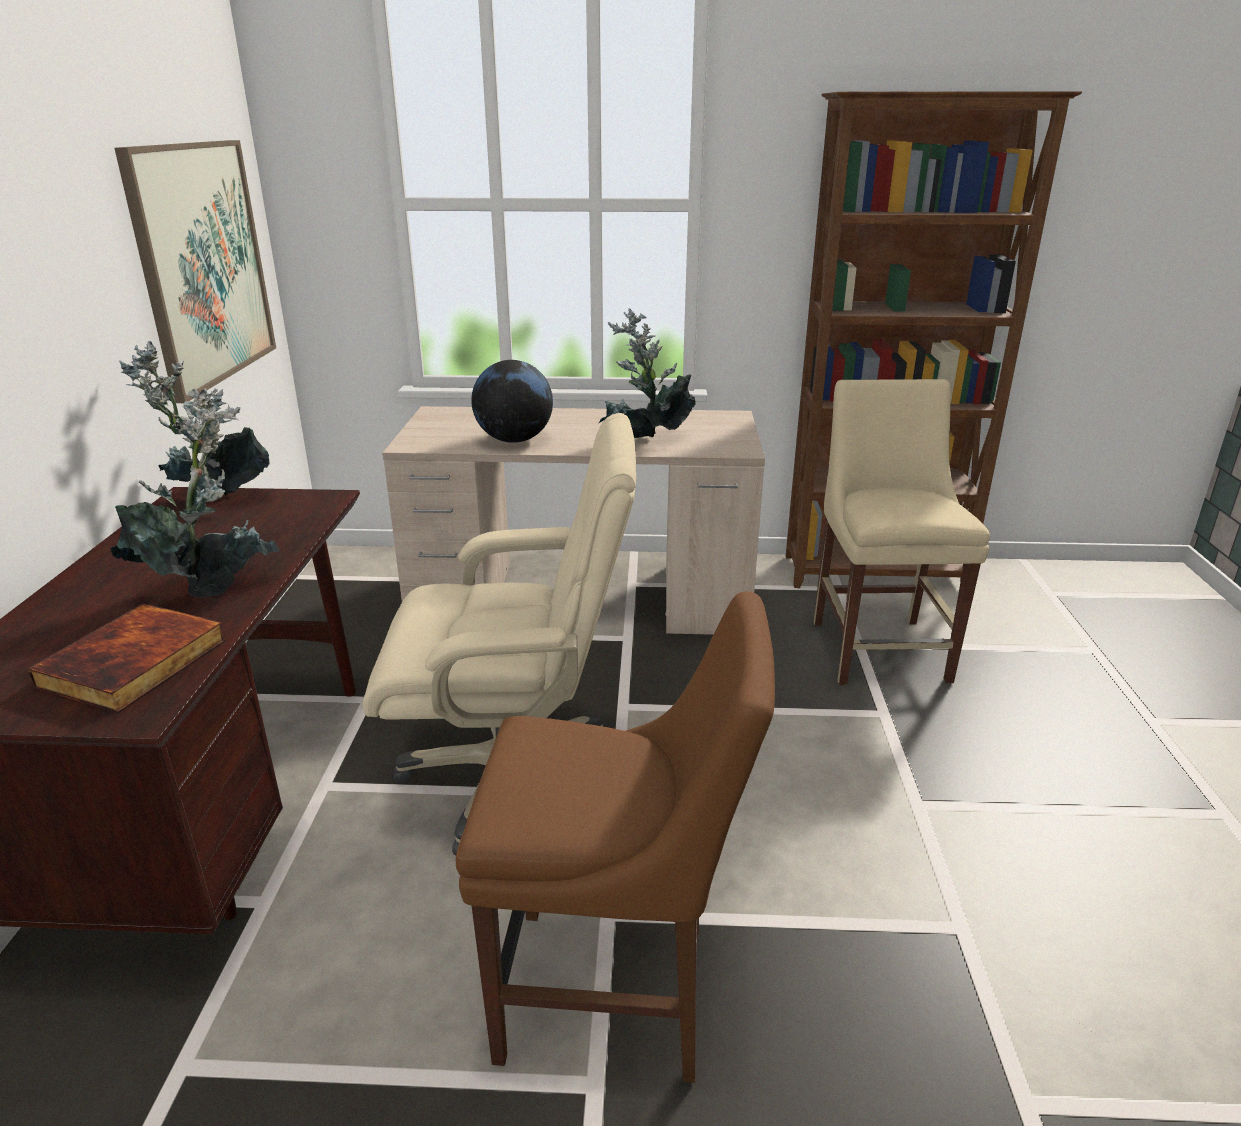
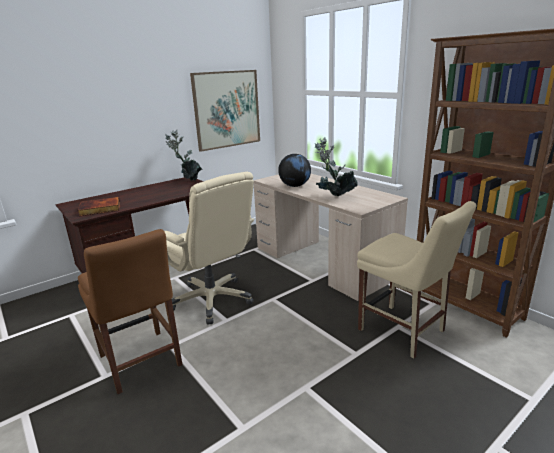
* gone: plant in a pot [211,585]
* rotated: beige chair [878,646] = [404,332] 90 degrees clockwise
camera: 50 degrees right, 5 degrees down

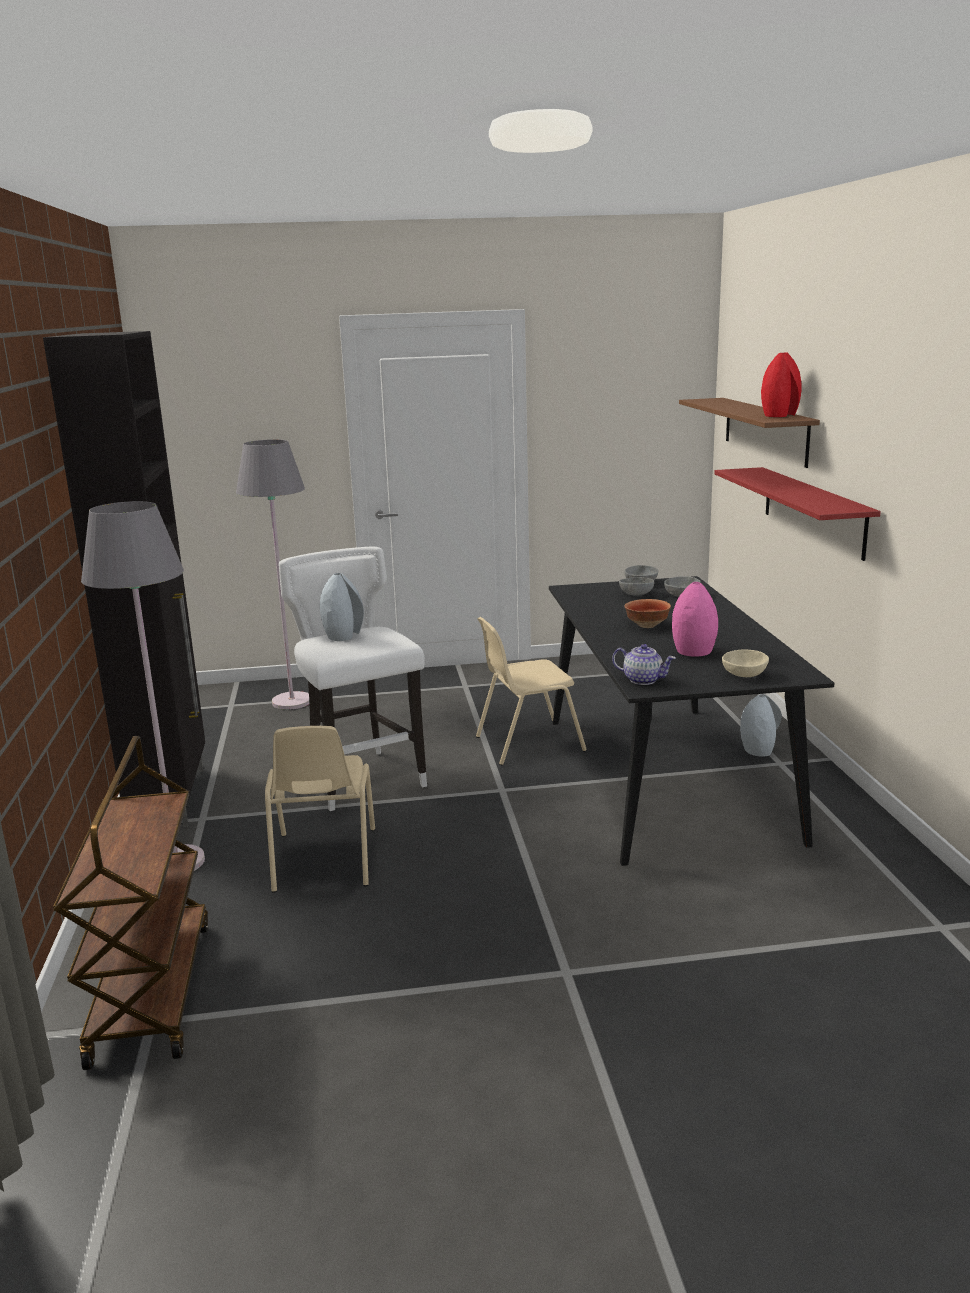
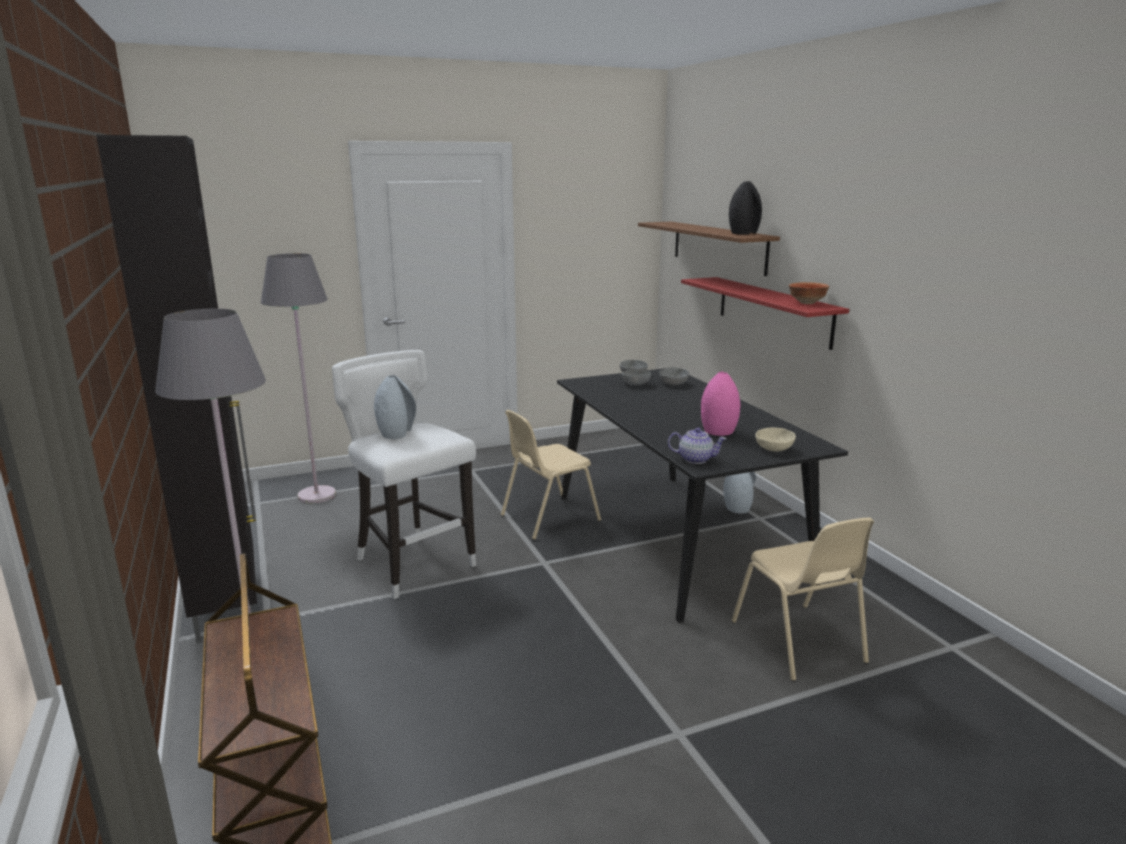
* shifted: beige chair [323,860] to [798,642]
* shifted: serving bowl [646,626] to [806,303]
* repainted: red-coloured vase [780,416] to black vase [744,233]
camera: 15 degrees left, 0 degrees up

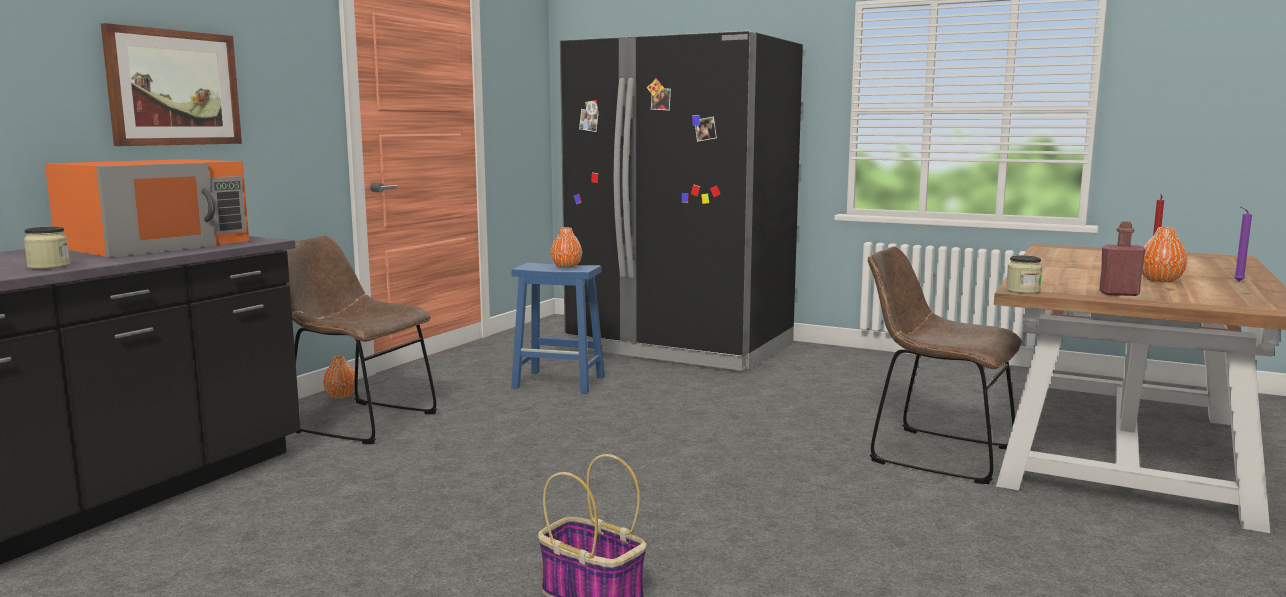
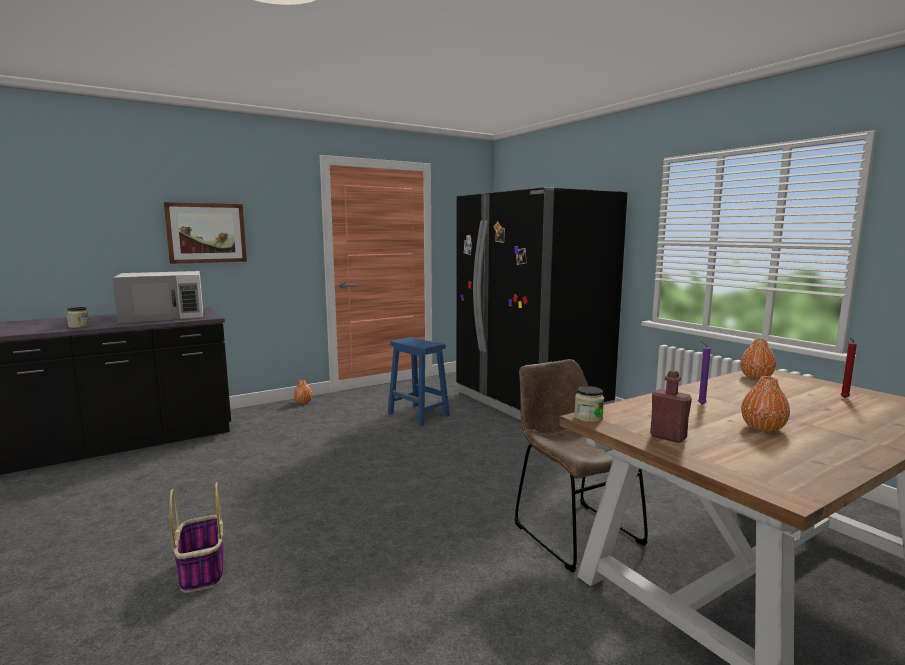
* repainted: orange microwave oven [156,244] to white microwave oven [164,315]
* gone: brown chair [358,422]
* shifted: orange vase [566,266] to [756,377]
* shifted: purple wax candle [1237,281] to [700,404]
camera: 30 degrees right, 0 degrees up

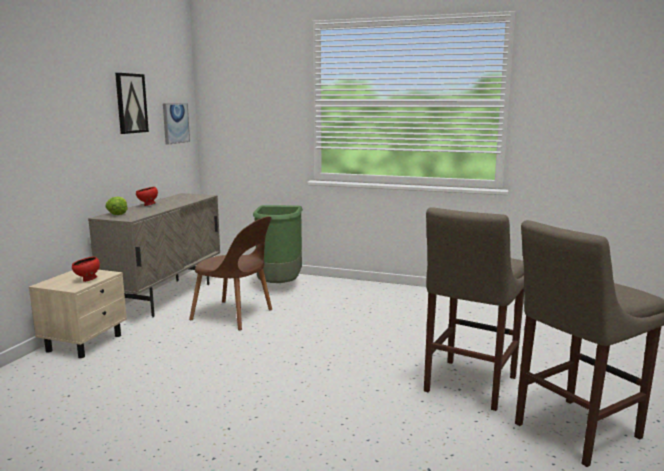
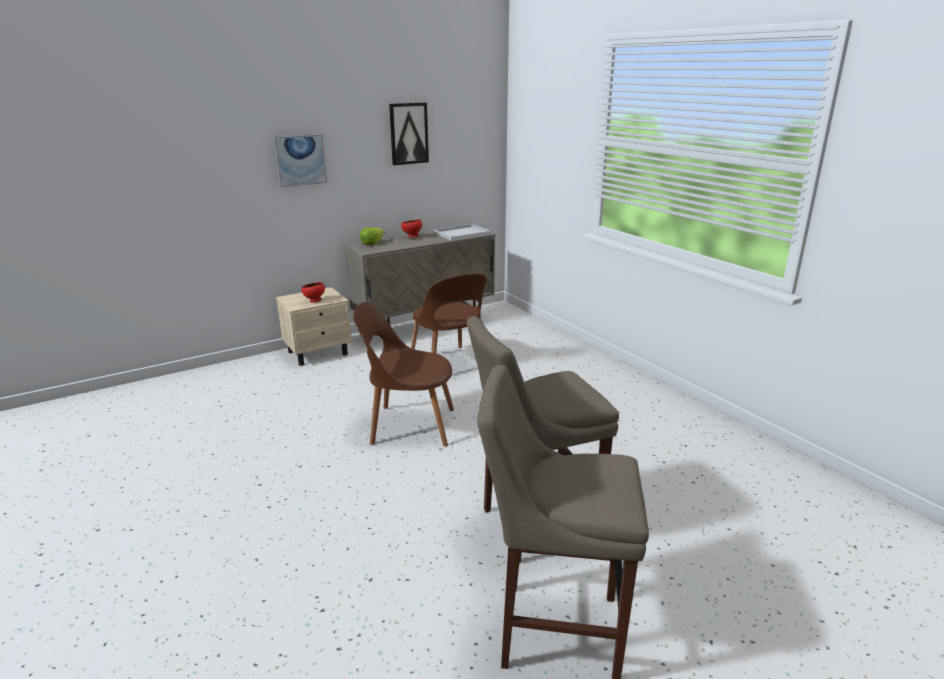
* shifted: wall picture [175,123] to [300,160]
* gone: greenish trash can [279,286]
* new: brown chair [409,425]
* new: white serving tray [461,233]
camera: 40 degrees right, 10 degrees up

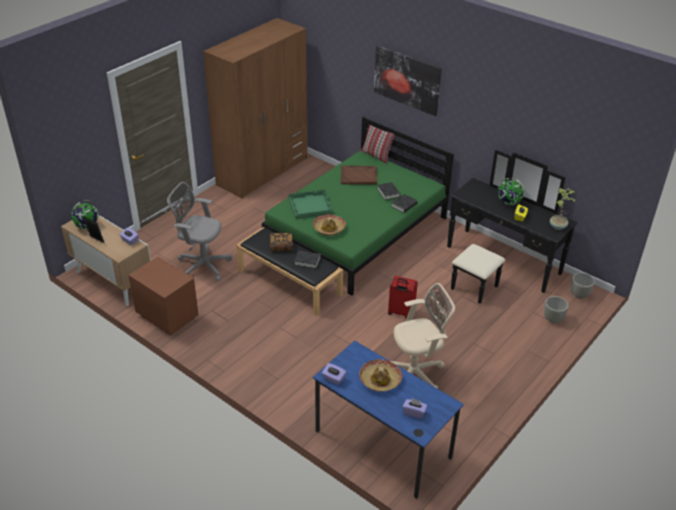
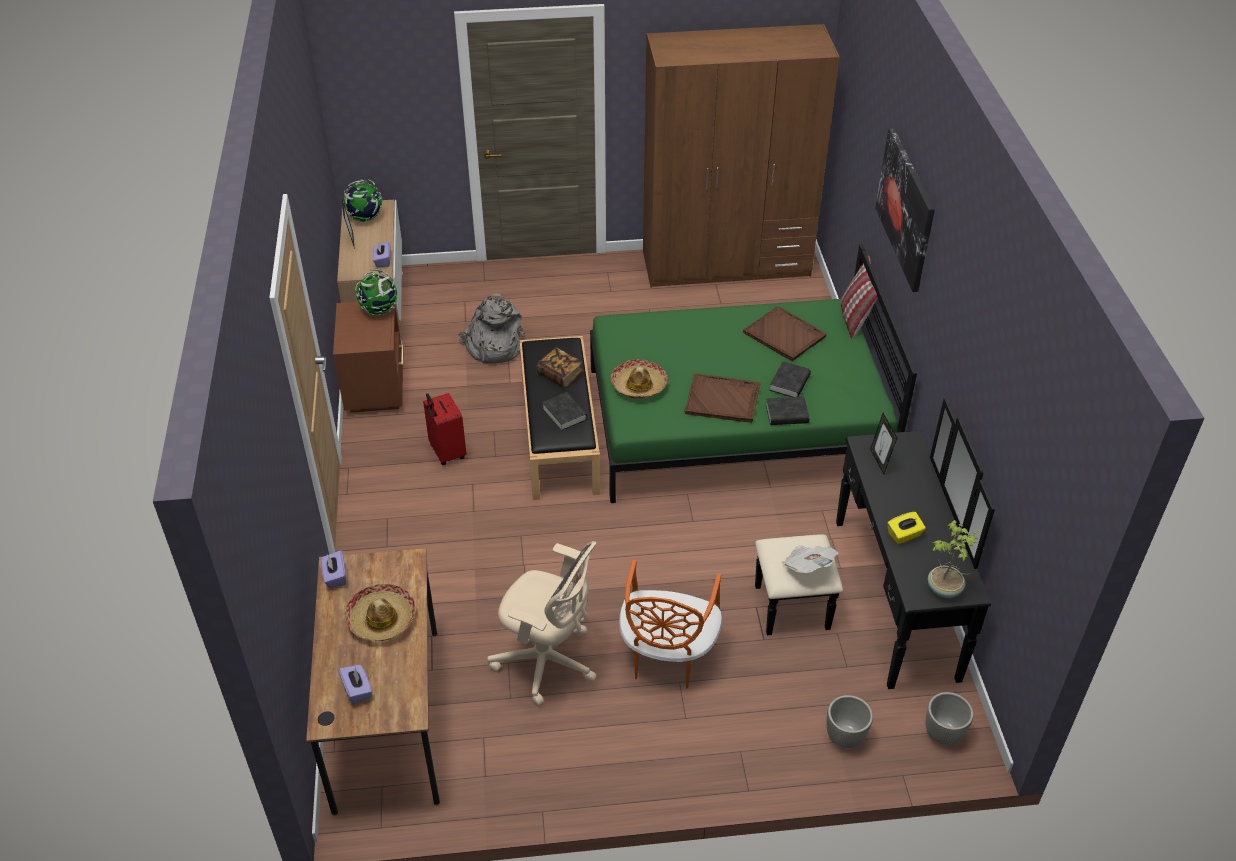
* swapped: gray computer chair [202,264] to gray backpack [492,347]
* gone: greenish serving tray [310,205]
* repainted: bluish desk table [382,444] to brown desk table [387,717]
* shifted: red-coloured suitcase [400,313] to [446,453]
* shifted: desk globe [509,202] to [379,310]
* new: orange chair [667,656]
* new: brown serving tray [723,400]
* new: printed paper [808,567]
* new: photo frame [879,461]
camera: 45 degrees right, 5 degrees up

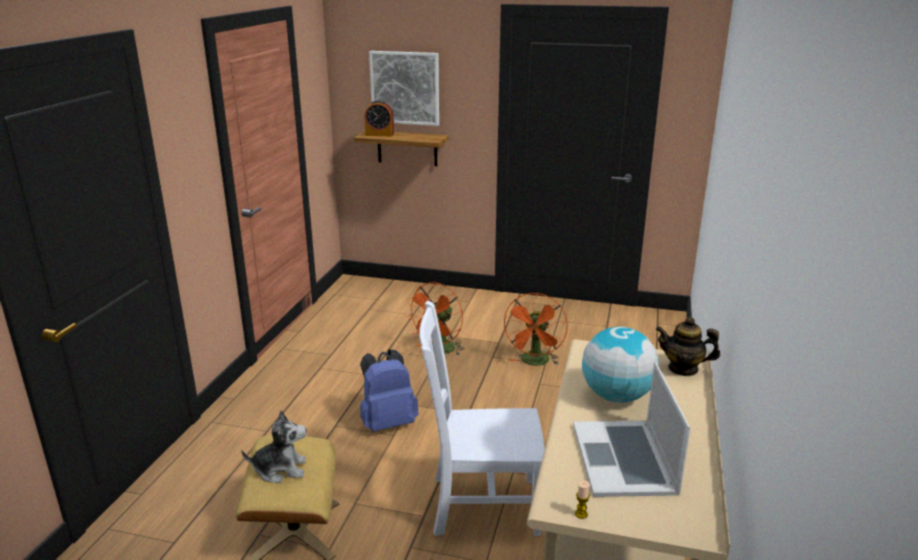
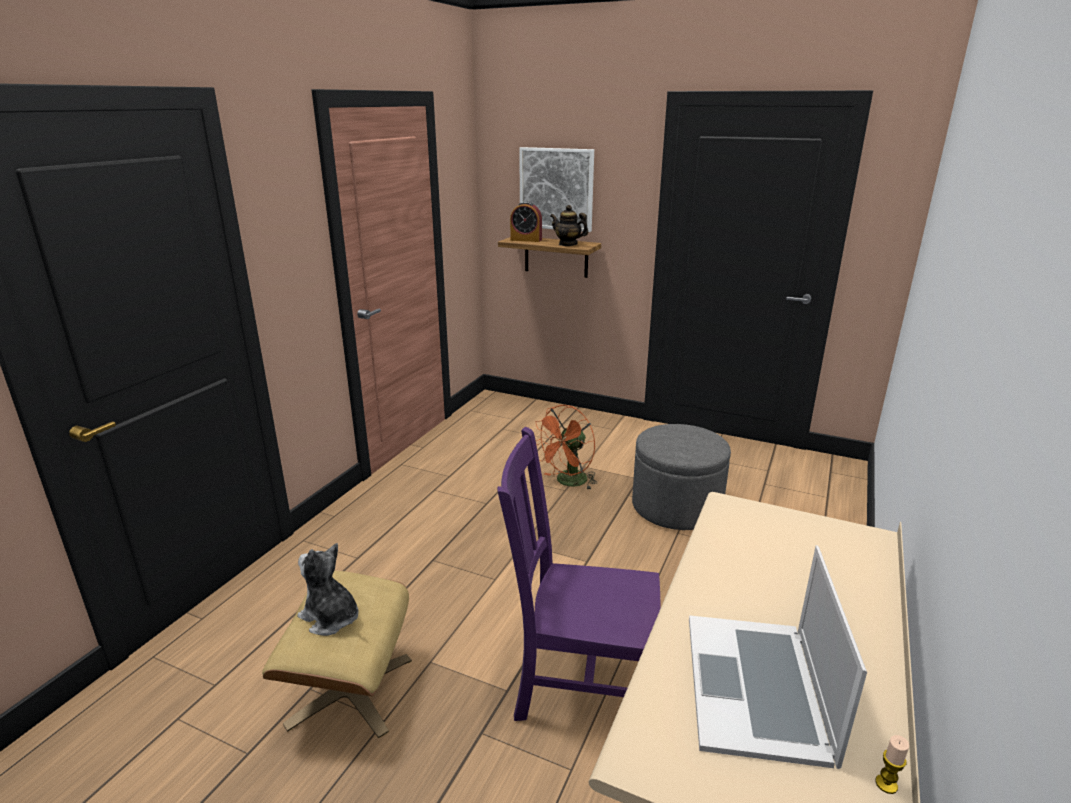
* rotated: plush toy [280,469] = [330,618] 150 degrees counterclockwise
* gone: bluish backpack [387,422]
* repainted: white chair [481,505] to purple chair [579,685]
* swapped: orange electric fan [535,362] to gray footrest [676,507]
* shifted: wax candle [581,514] to [886,784]
* gone: desk globe [616,396]
* shifted: teapot [683,368] to [568,244]
camera: 10 degrees right, 0 degrees up

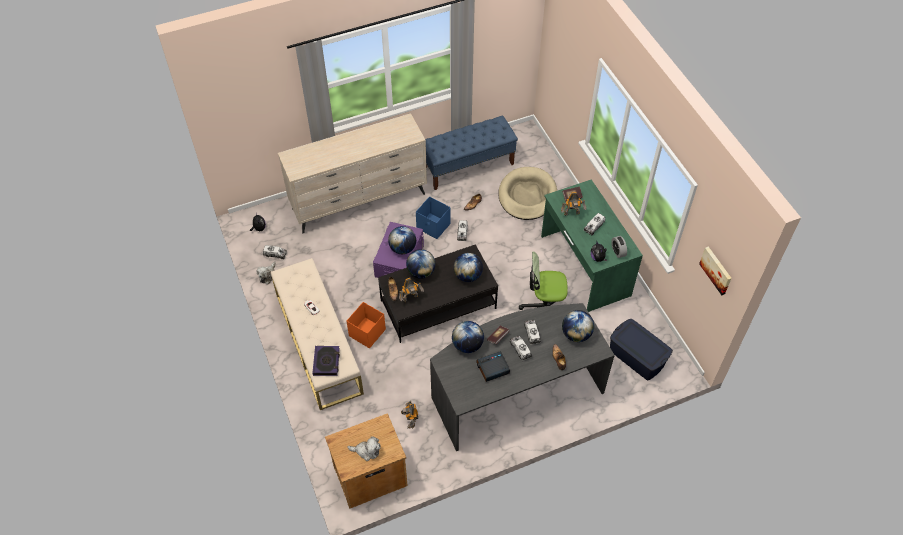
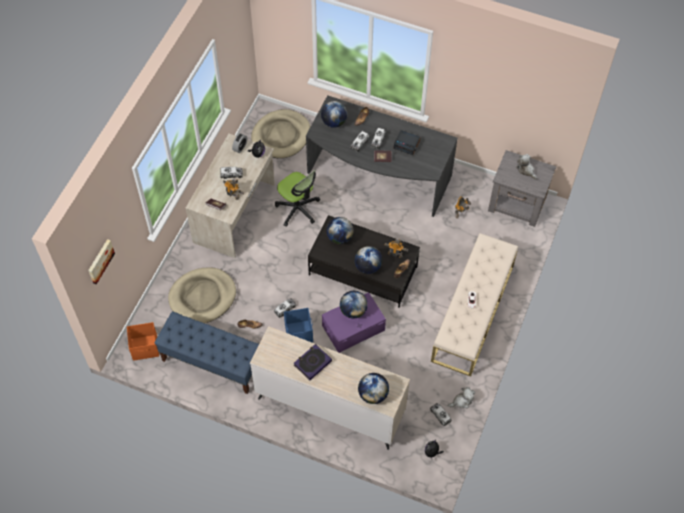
* shifted: volume [326,362] to [312,363]
* repainted: brown nightstand [369,475] to gray nightstand [517,204]
* shifted: orange storage box [366,333] to [145,348]
* shifted: desk globe [467,345] to [373,394]
* repainted: greenish desk table [584,266] to beige desk table [235,213]
* swapped: bluish storage box [637,357] to beige pet bed [281,136]
* shifted: wall picture [716,270] to [100,261]
camera: 135 degrees left, 5 degrees up

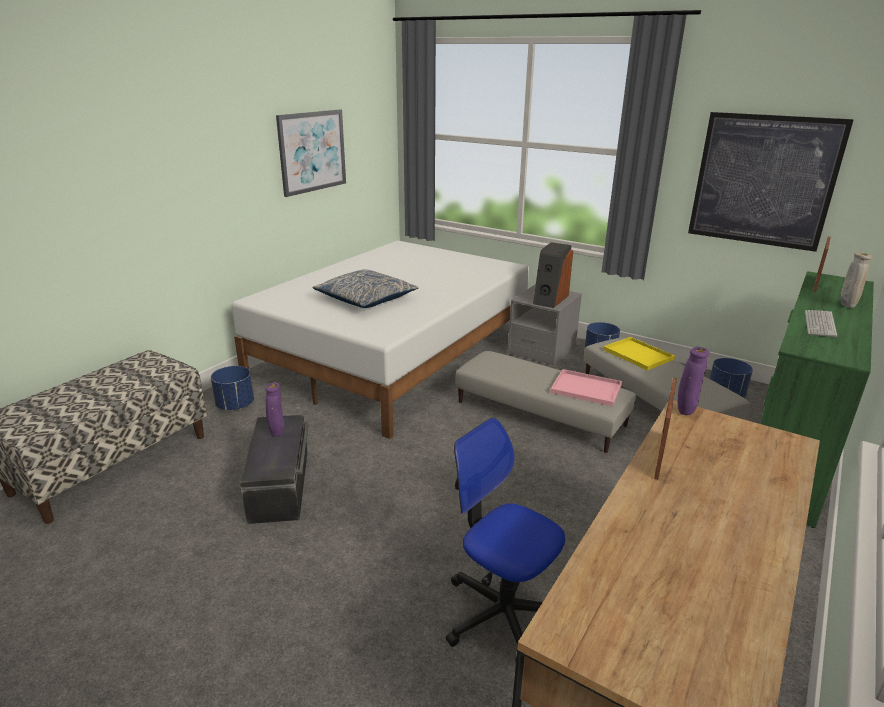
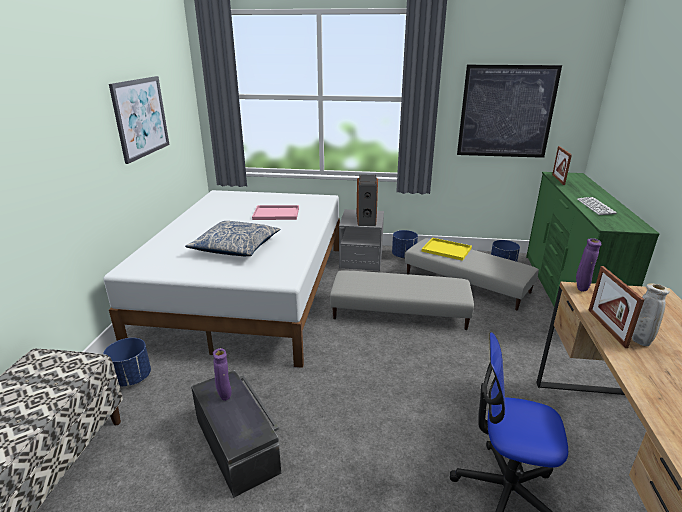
* shifted: pinkish serving tray [584,389] to [275,214]
* shifted: beige vase [846,306] to [639,343]
camera: 25 degrees left, 0 degrees up

